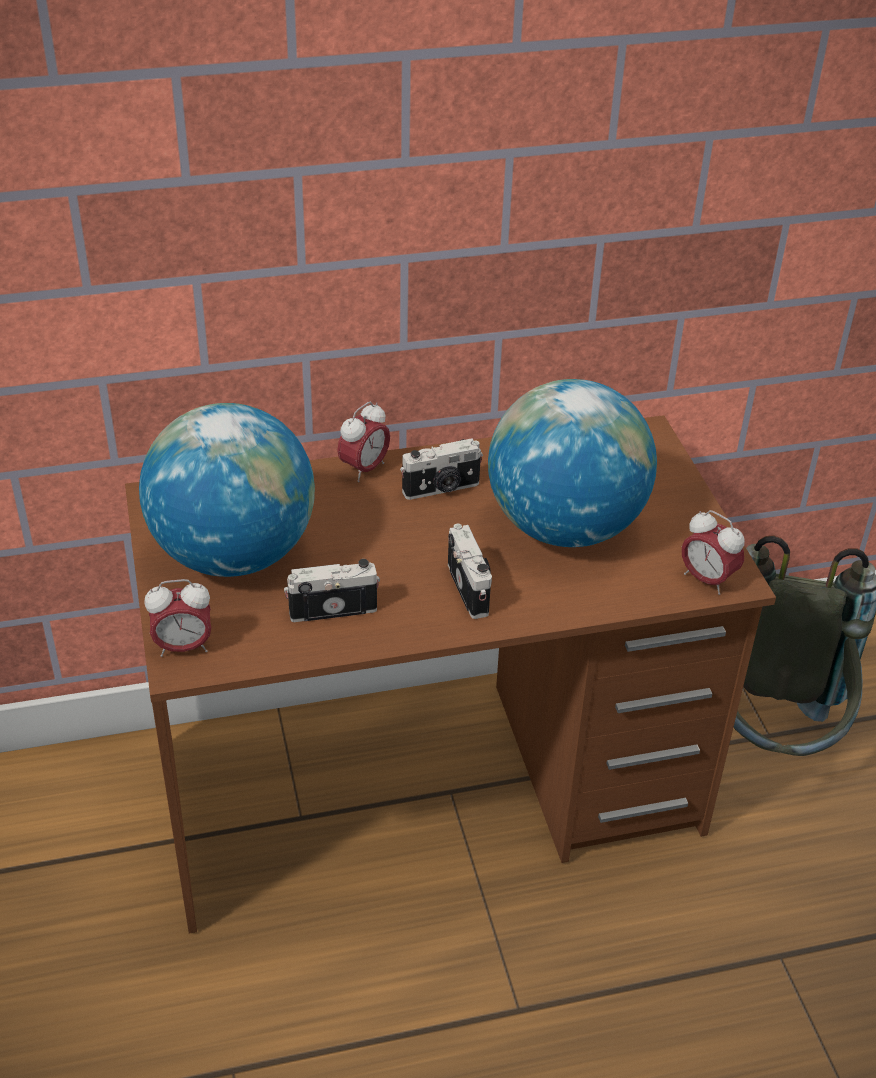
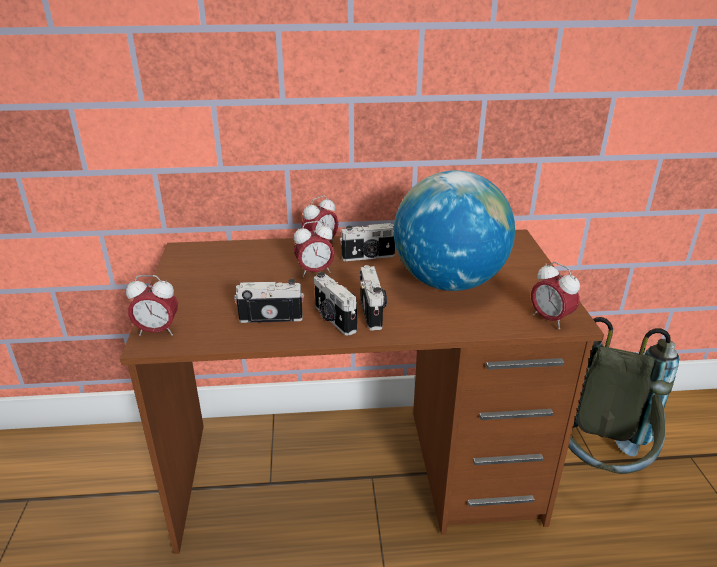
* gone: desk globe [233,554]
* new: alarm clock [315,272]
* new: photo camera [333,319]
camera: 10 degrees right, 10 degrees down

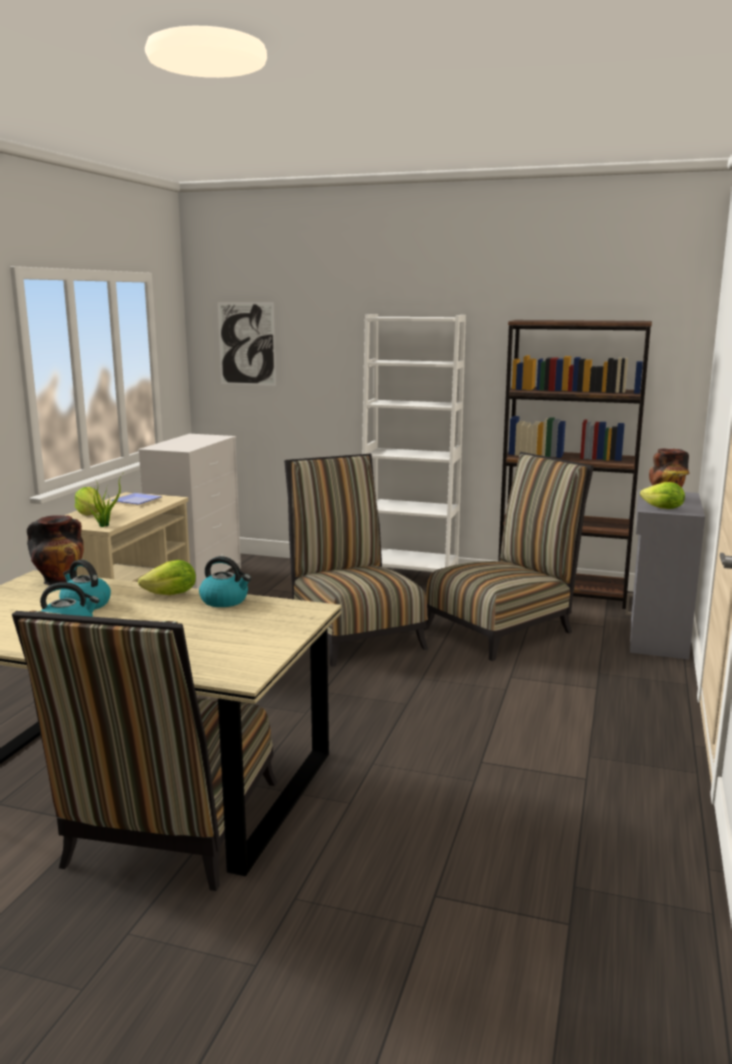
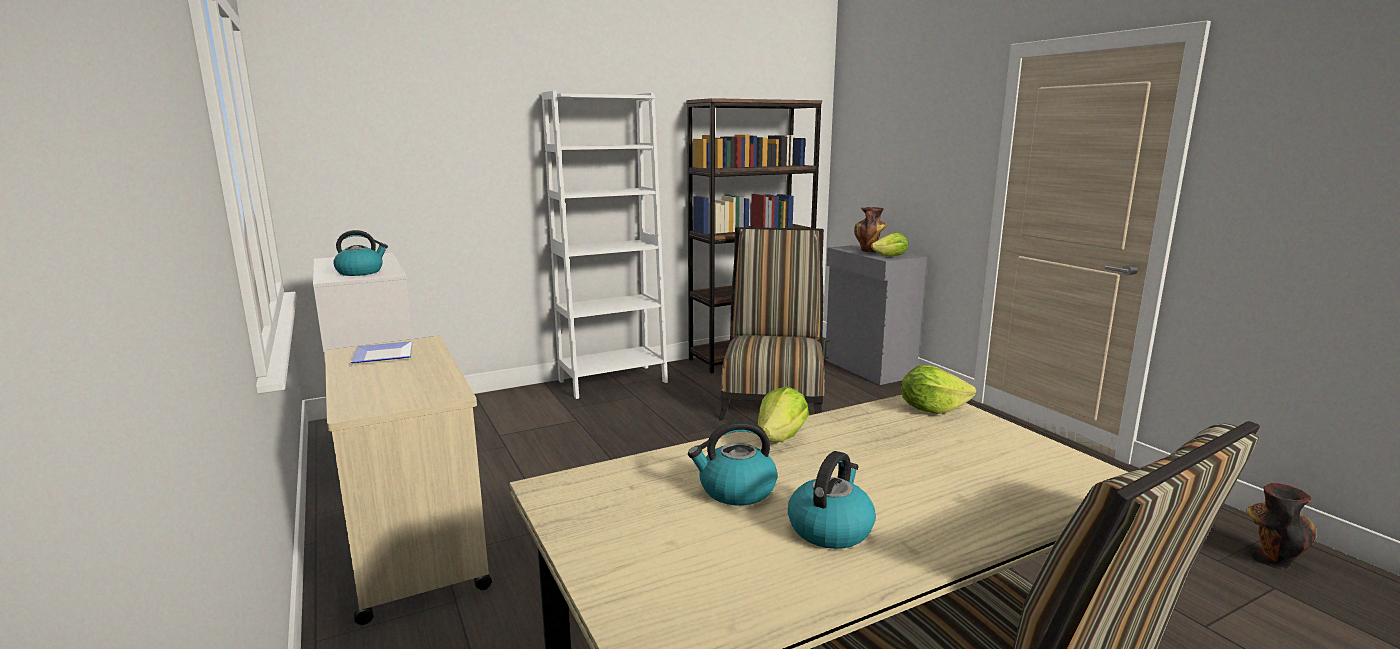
* shifted: vase [60,580] to [1271,558]
* shifted: head of lettuce [90,514] to [931,410]
* gone: plant in a pot [105,525]
* shifted: kettle [225,601] to [361,272]
* gone: wall picture [247,344]
* gone: chair [353,632]
camera: 45 degrees left, 0 degrees up

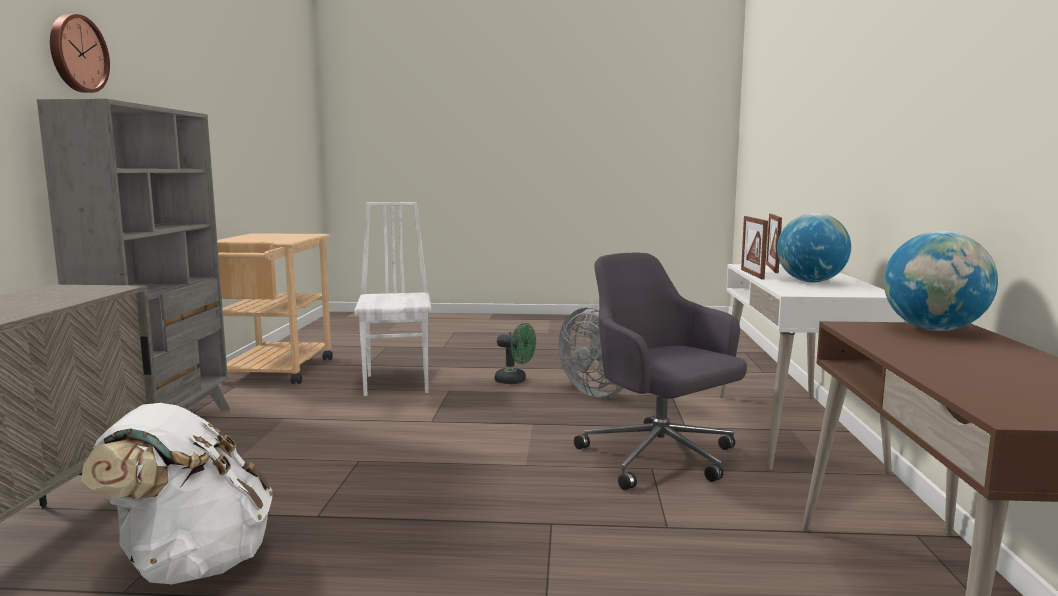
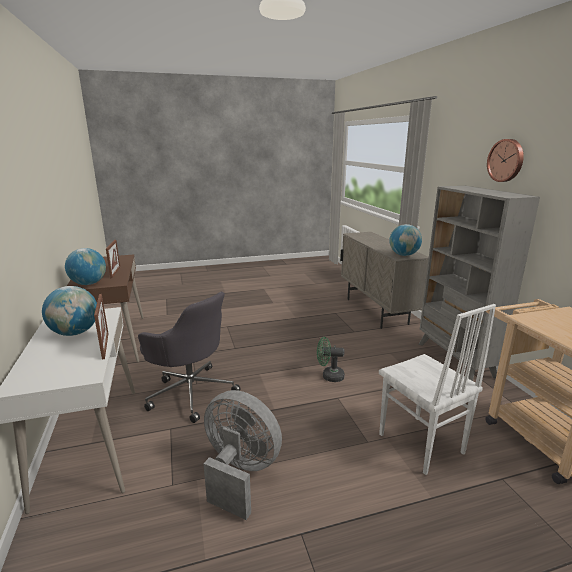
* gone: white backpack [191,565]
* shifted: greenish electric fan [515,381] to [329,376]
* shifted: photo frame [772,268] to [115,272]
* new: desk globe [404,255]
camera: 160 degrees right, 10 degrees up

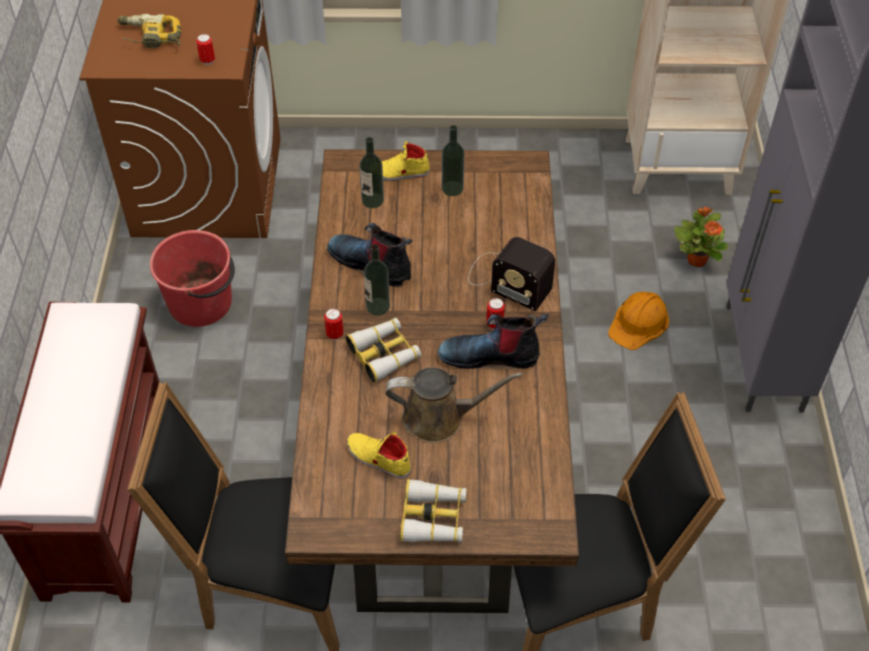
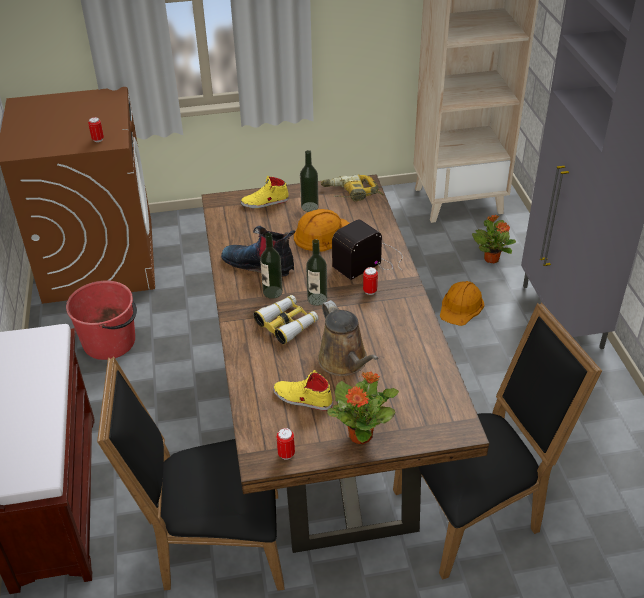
* shifted: electric drill [150,37] to [351,194]
* shifted: can [335,334] to [286,454]
* shifted: beverage bottle [372,200] to [317,299]
* rotated: brown sprinkling can [439,418] = [345,362] 75 degrees clockwise
* swapped: field glasses [433,518] to plant in a pot [361,435]
* gone: boot [490,355]
* rotated: radio receiver [506,279] = [370,260] 120 degrees clockwise
* new: orange hard hat [323,234]
camera: 10 degrees left, 10 degrees down

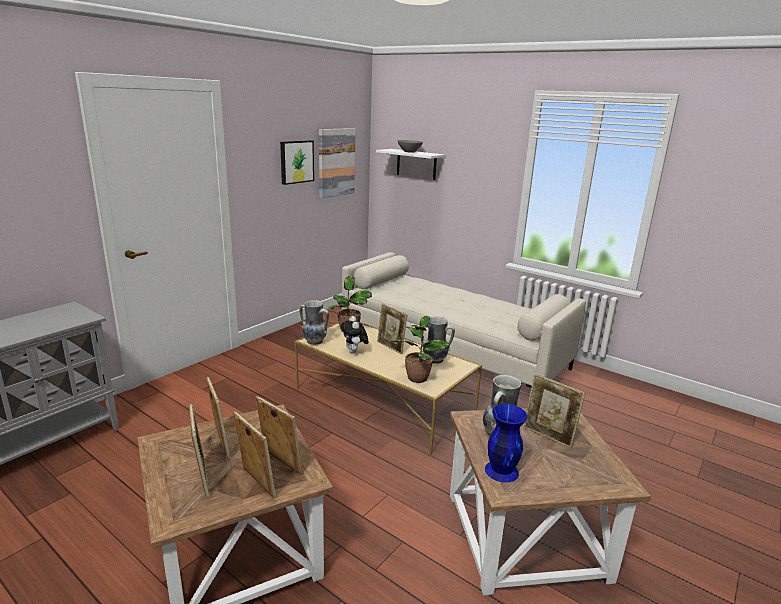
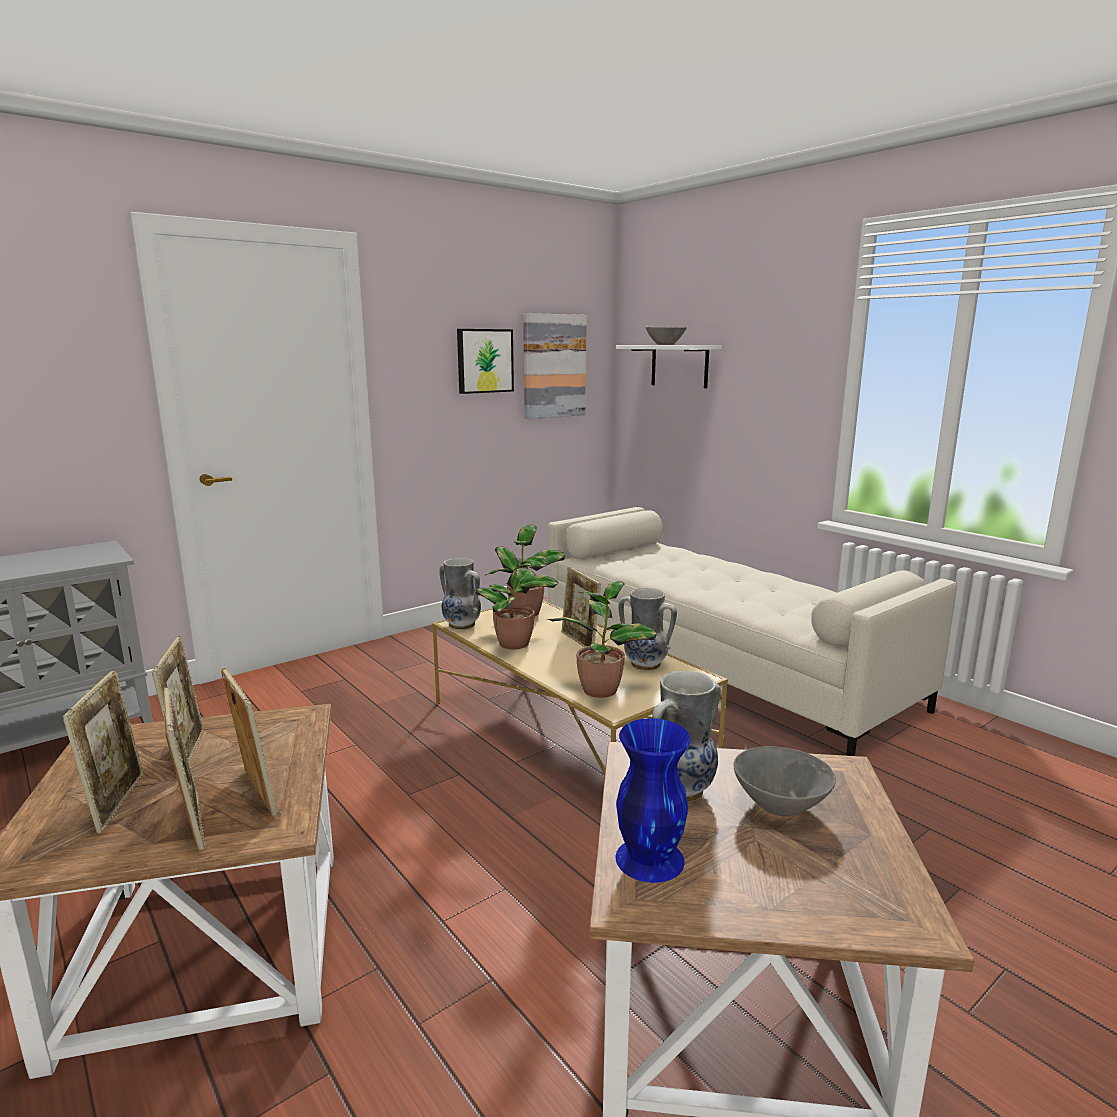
* swapped: plush toy [354,352] to plant in a pot [516,644]
* swapped: photo frame [548,436] to gray serving bowl [781,806]
camera: 15 degrees right, 5 degrees down

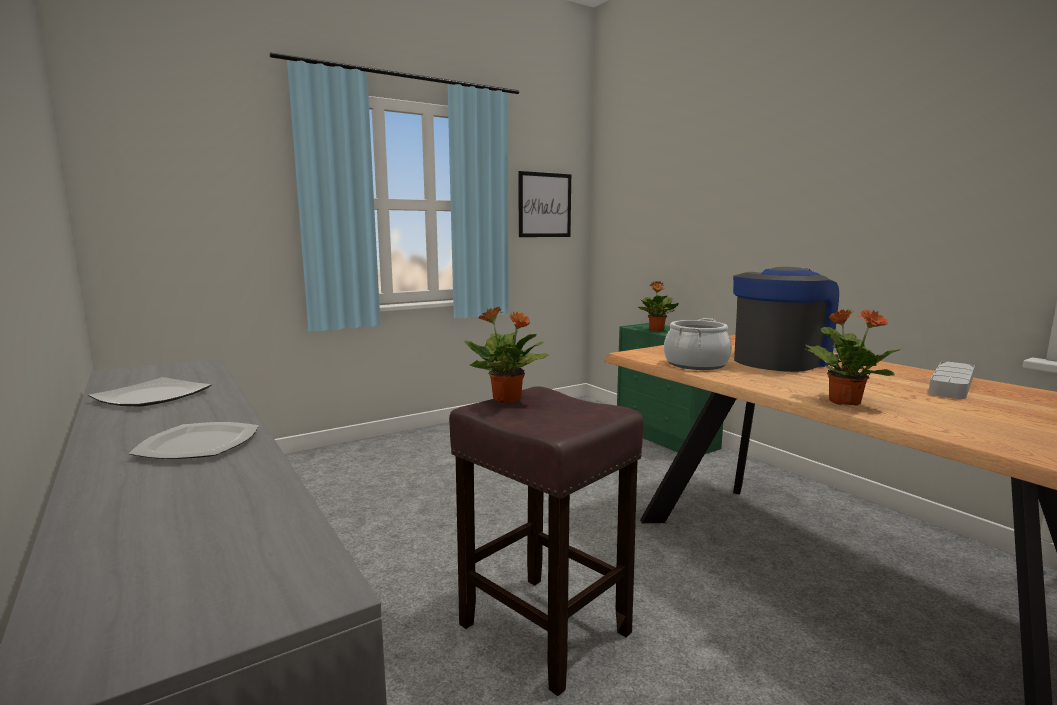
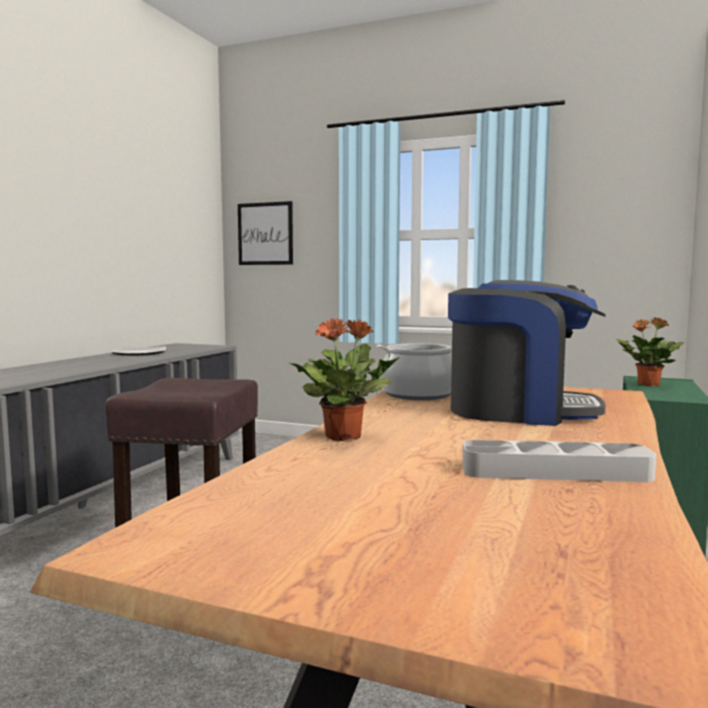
* gone: dinner plate [200,444]
* gone: plant in a pot [507,399]
* shifted: wall picture [544,205] to [265,234]
camera: 55 degrees right, 5 degrees down

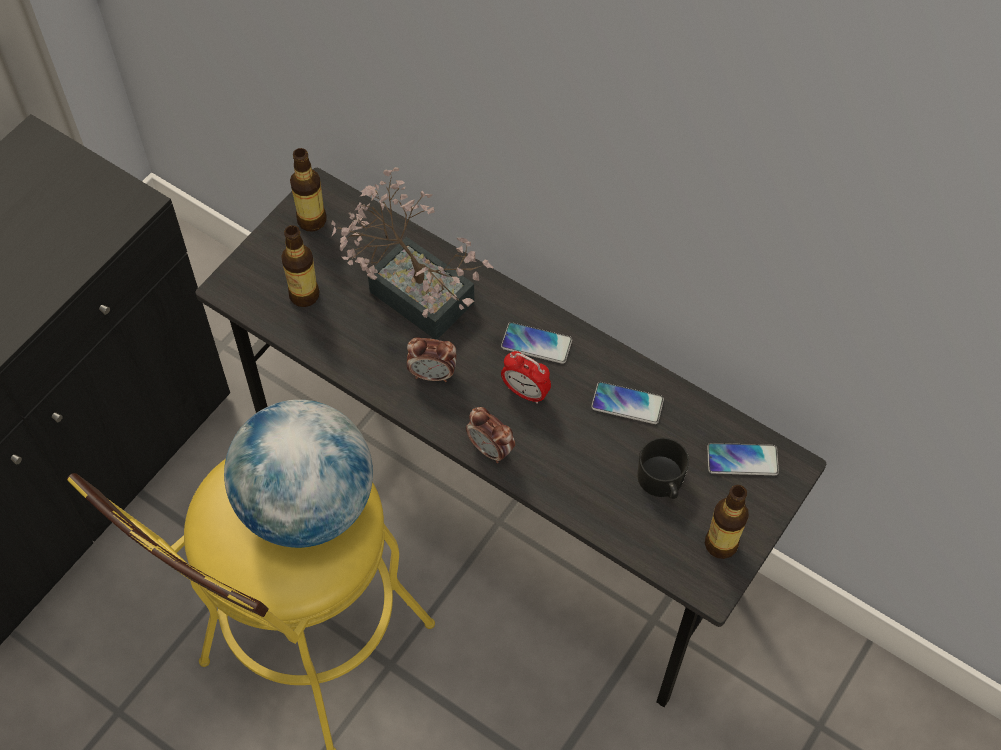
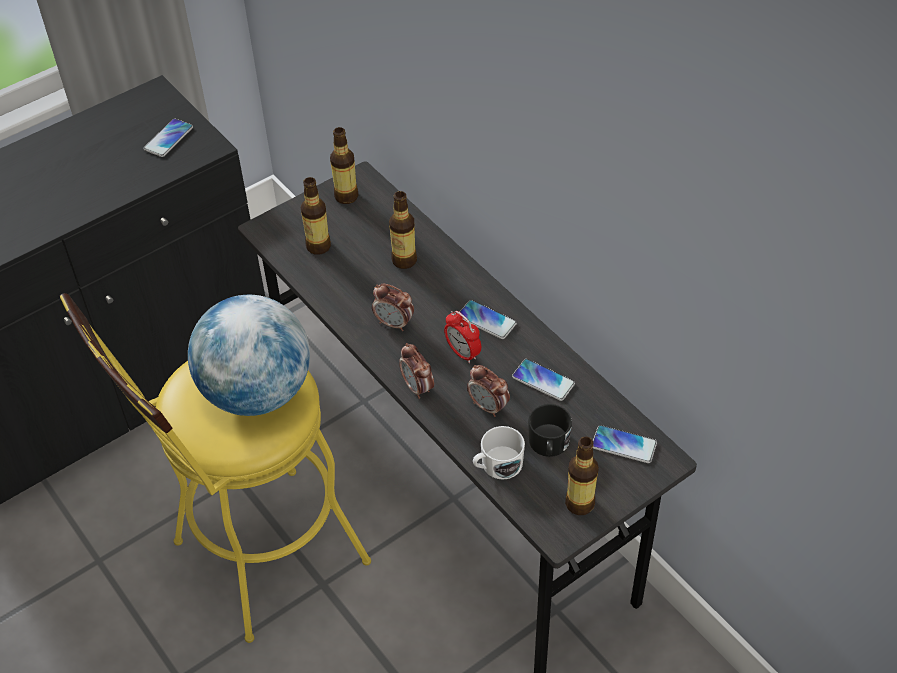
* swapped: plant in a pot [413,289] to beverage bottle [404,260]
* new: handset [168,138]
* new: alarm clock [488,406]
* new: white mug [497,465]
camera: 20 degrees right, 10 degrees down

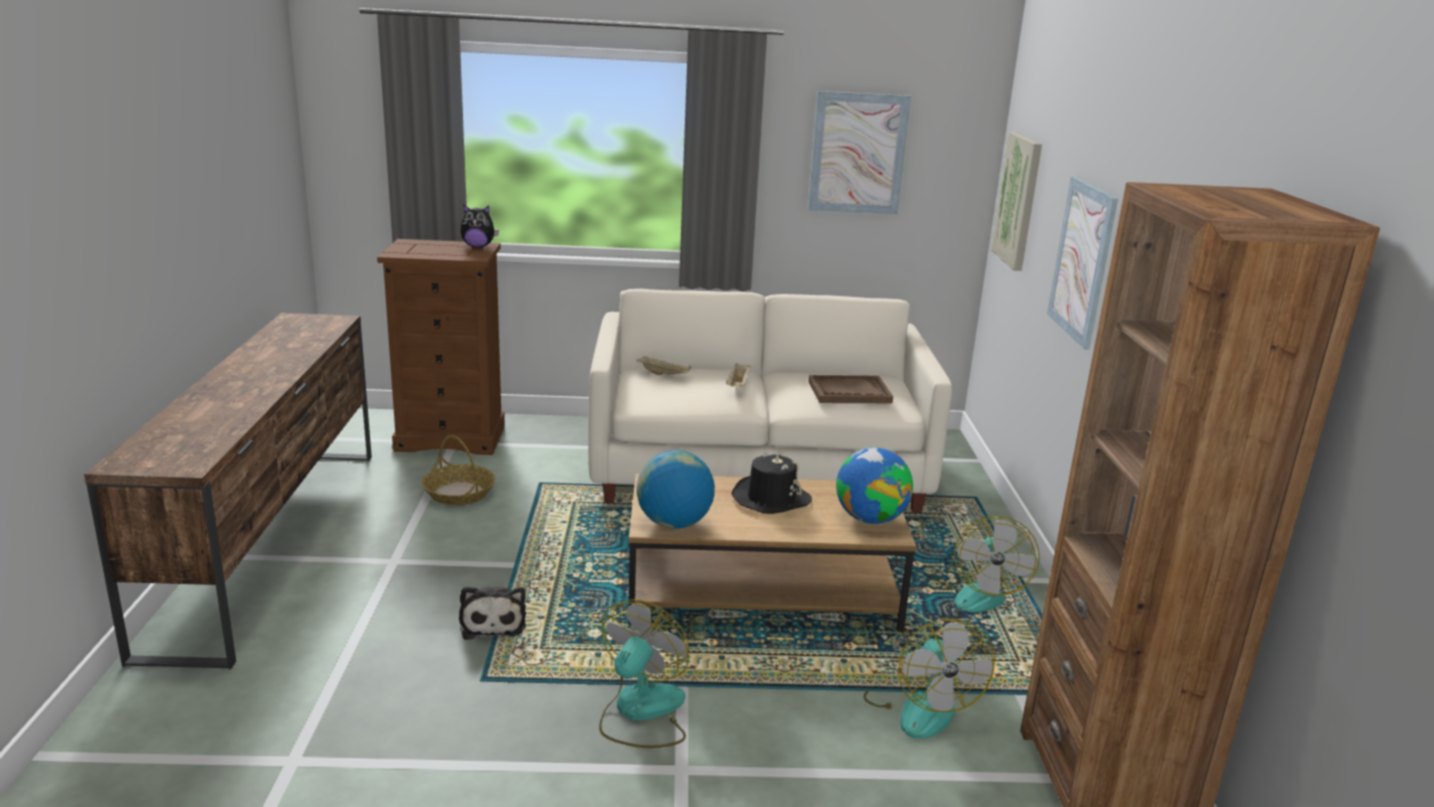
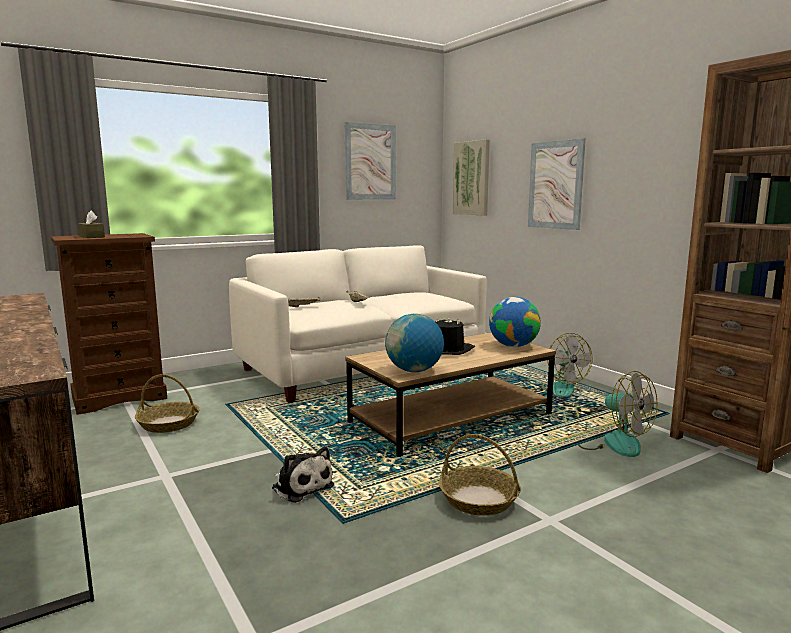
* gone: plush toy [478,246]
* swapped: electric fan [641,712] to household basket [478,499]
* gone: brown serving tray [849,392]
* new: brown tissue box [92,237]
camera: 30 degrees left, 10 degrees down

